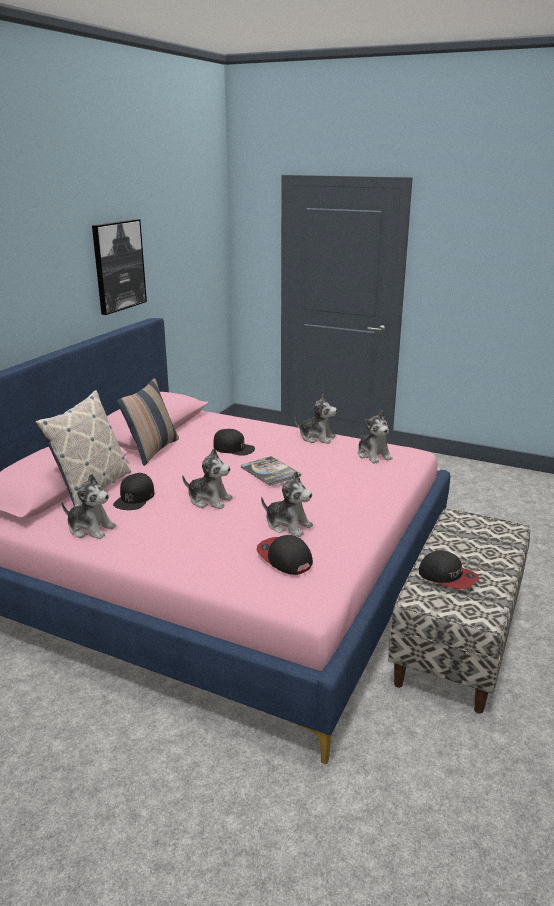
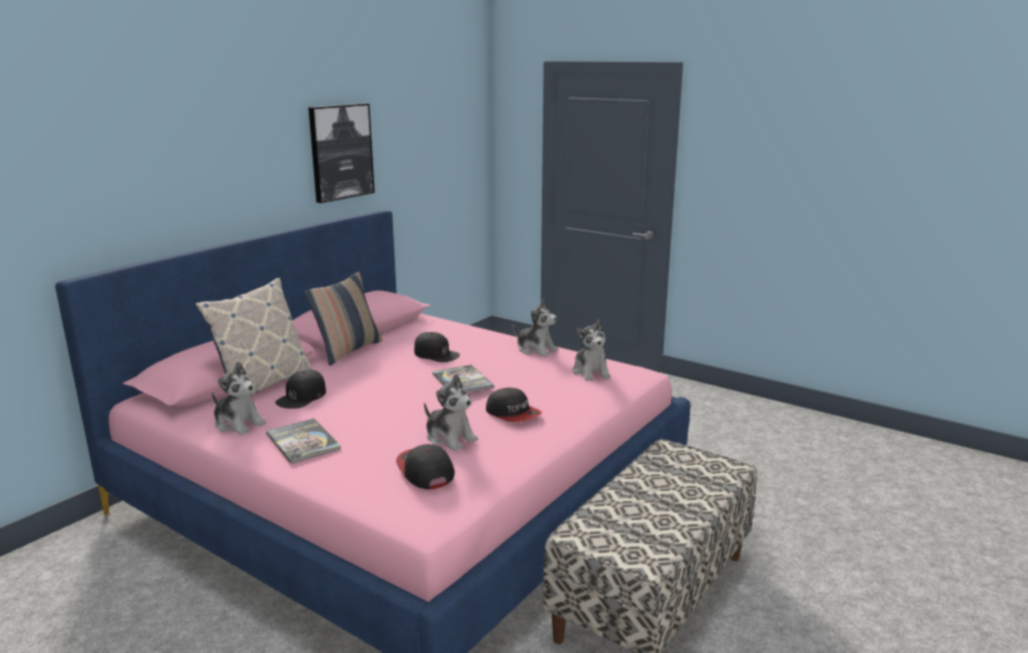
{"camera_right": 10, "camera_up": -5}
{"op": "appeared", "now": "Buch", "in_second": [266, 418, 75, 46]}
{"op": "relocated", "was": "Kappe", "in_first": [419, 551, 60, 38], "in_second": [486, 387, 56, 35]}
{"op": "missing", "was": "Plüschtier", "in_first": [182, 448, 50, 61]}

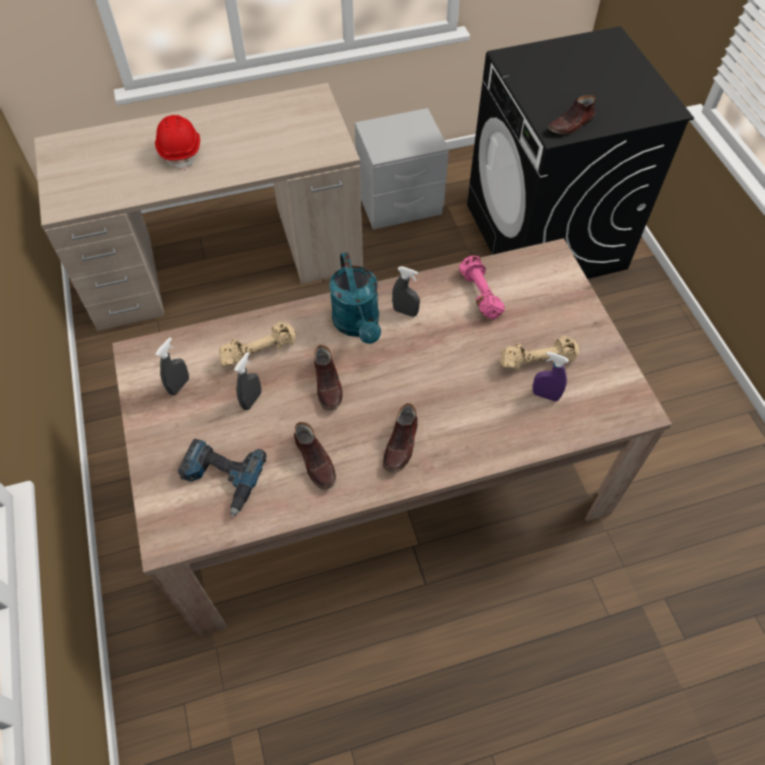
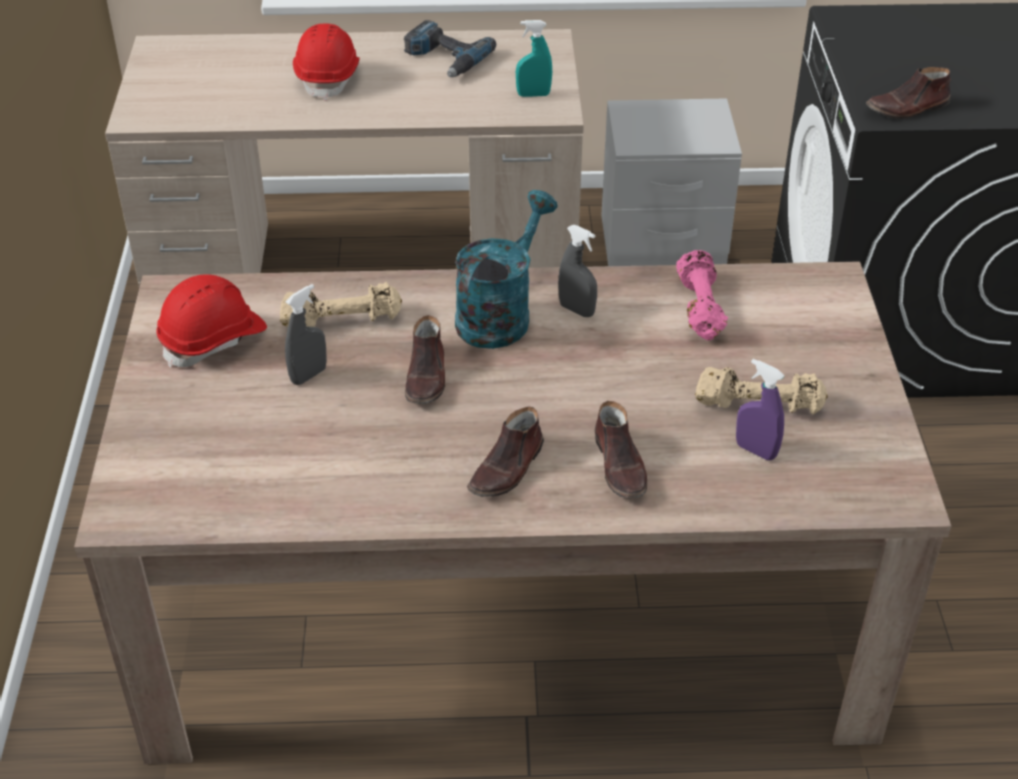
{"camera_right": 15, "camera_up": -15}
{"op": "exchanged", "was": "Sprühflasche/grau", "now": "Schutzhelm/rot", "in_first": [156, 337, 33, 58], "in_second": [156, 274, 111, 94]}
{"op": "relocated", "was": "Bohrmaschine", "in_first": [178, 439, 88, 78], "in_second": [404, 20, 92, 57]}
{"op": "spun", "was": "Gießkanne/türkis", "in_first": [329, 252, 52, 92], "in_second": [455, 190, 103, 159], "clockwise": -150}
{"op": "appeared", "now": "Sprühflasche/türkis", "in_second": [516, 20, 36, 77]}
{"op": "relocated", "was": "Schuh/braun", "in_first": [294, 422, 42, 67], "in_second": [595, 401, 52, 97]}

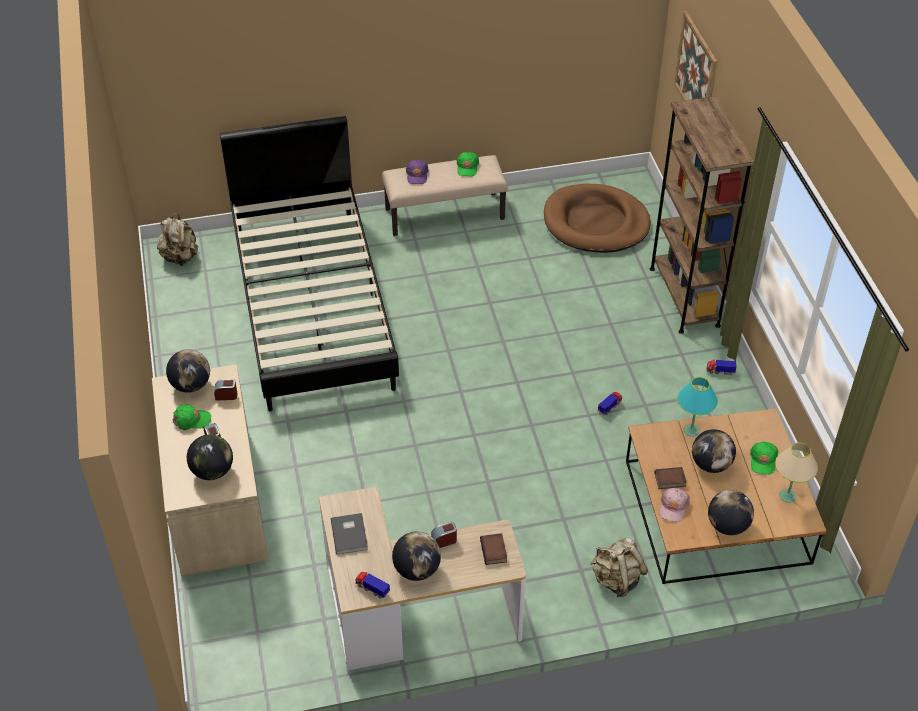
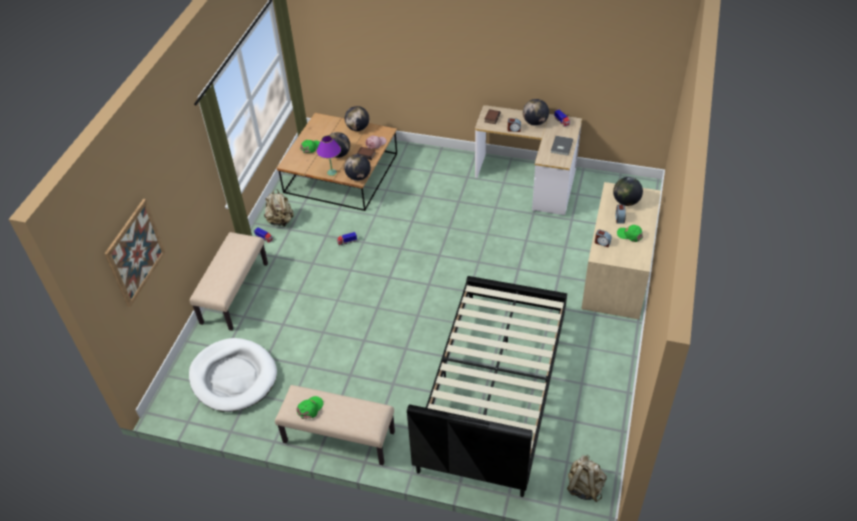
{"camera_right": -150, "camera_up": 0}
{"op": "colour", "was": "Hundebett/braun", "now": "Hundebett/weiß", "in_first": [544, 184, 107, 69], "in_second": [189, 338, 88, 74]}
{"op": "exchanged", "was": "Bücherregal/braun", "now": "Bank/beige", "in_first": [650, 96, 104, 238], "in_second": [190, 232, 78, 99]}
{"op": "relocated", "was": "Rucksack/beige", "in_first": [590, 537, 58, 60], "in_second": [264, 189, 29, 38]}
{"op": "colour", "was": "Tischlampe/türkis", "now": "Tischlampe/lila", "in_first": [677, 377, 41, 60], "in_second": [316, 136, 25, 40]}
{"op": "relocated", "was": "Globus", "in_first": [166, 349, 44, 44], "in_second": [344, 154, 27, 27]}
{"op": "missing", "was": "Kappe/lila", "in_first": [406, 160, 22, 24]}
{"op": "missing", "was": "Tischlampe/beige", "in_first": [775, 443, 43, 60]}

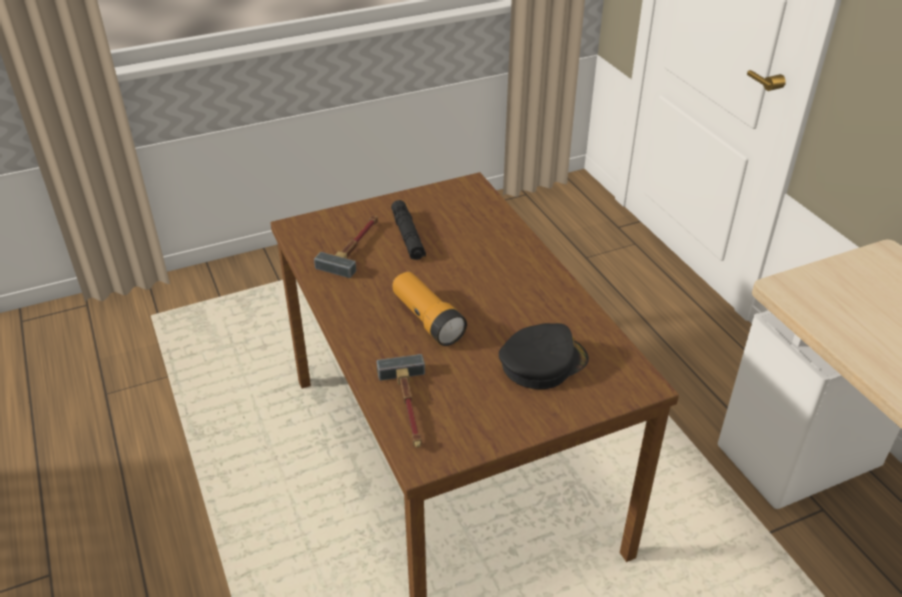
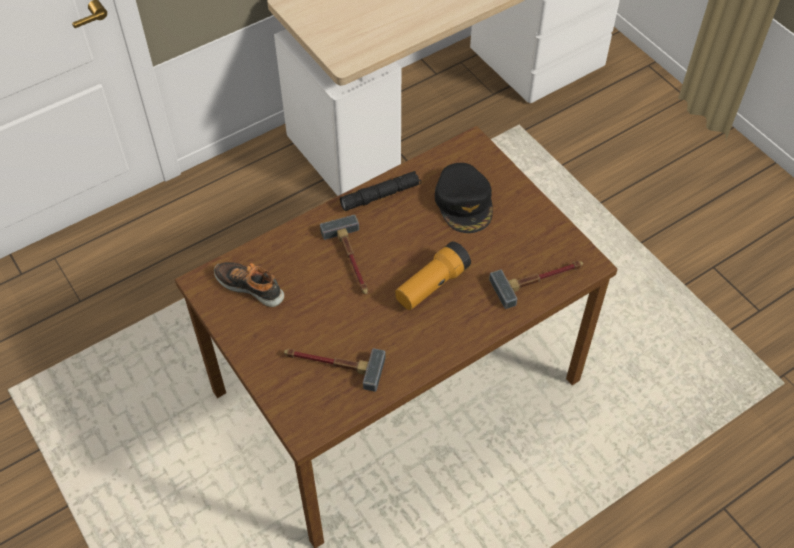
{"camera_right": -100, "camera_up": 15}
{"op": "appeared", "now": "Schuh", "in_second": [214, 262, 71, 45]}
{"op": "appeared", "now": "Hammer", "in_second": [320, 215, 48, 79]}
{"op": "relocated", "was": "Taschenlampe/schwarz", "in_first": [391, 200, 35, 60], "in_second": [340, 171, 81, 40]}
{"op": "spun", "was": "Kappe/schwarz", "in_first": [499, 323, 90, 66], "in_second": [435, 163, 58, 70], "clockwise": -150}

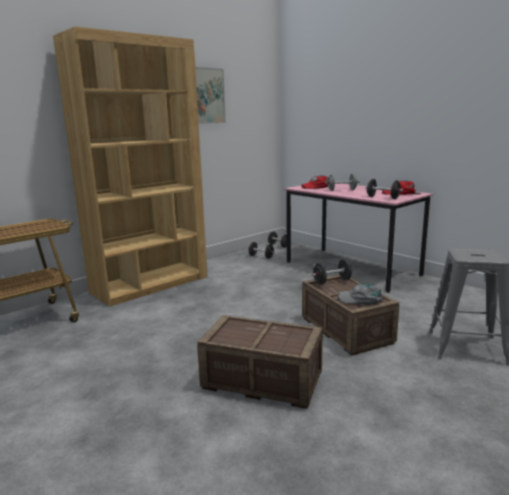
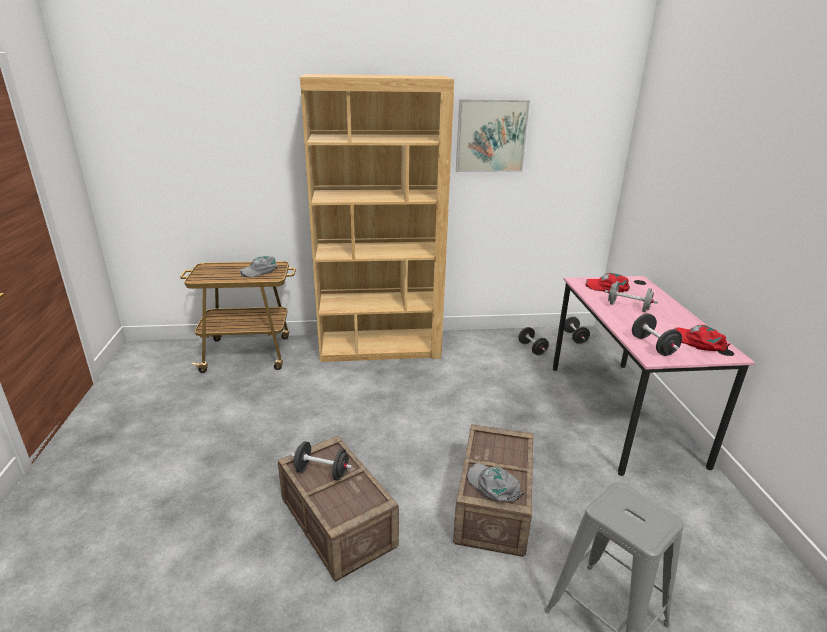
{"camera_right": 35, "camera_up": 10}
{"op": "appeared", "now": "Kappe/grau", "in_second": [239, 256, 39, 21]}
{"op": "relocated", "was": "Hantel/schwarz", "in_first": [312, 259, 41, 26], "in_second": [291, 441, 61, 40]}

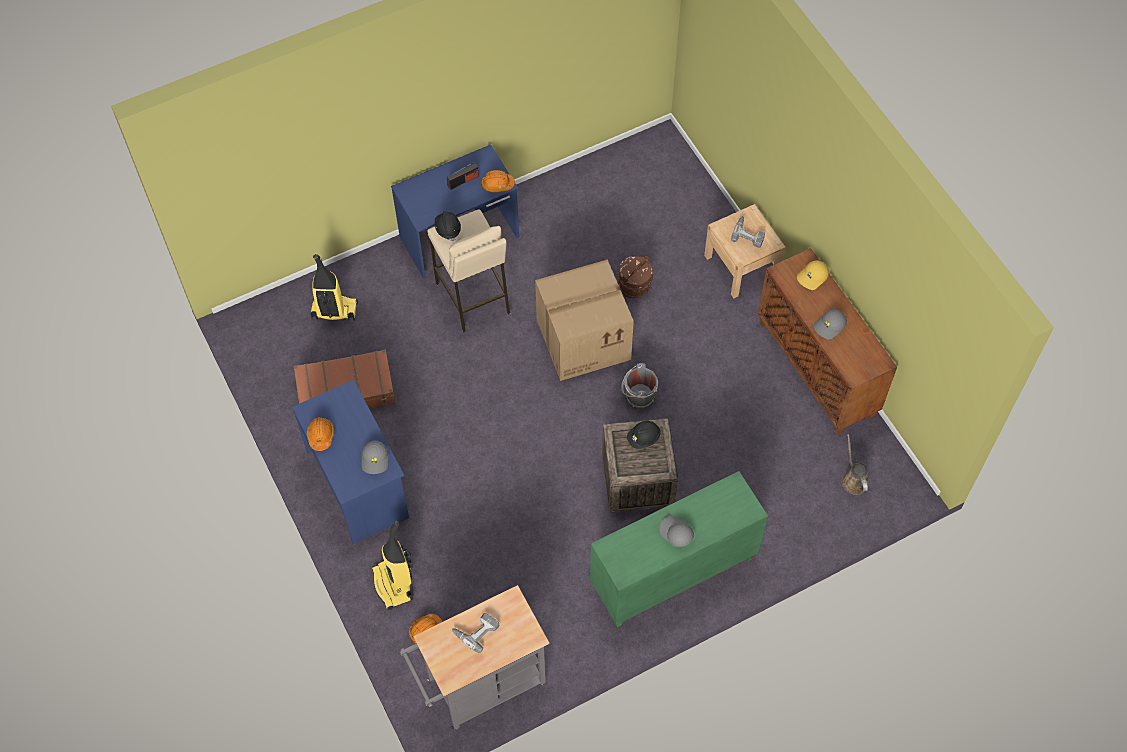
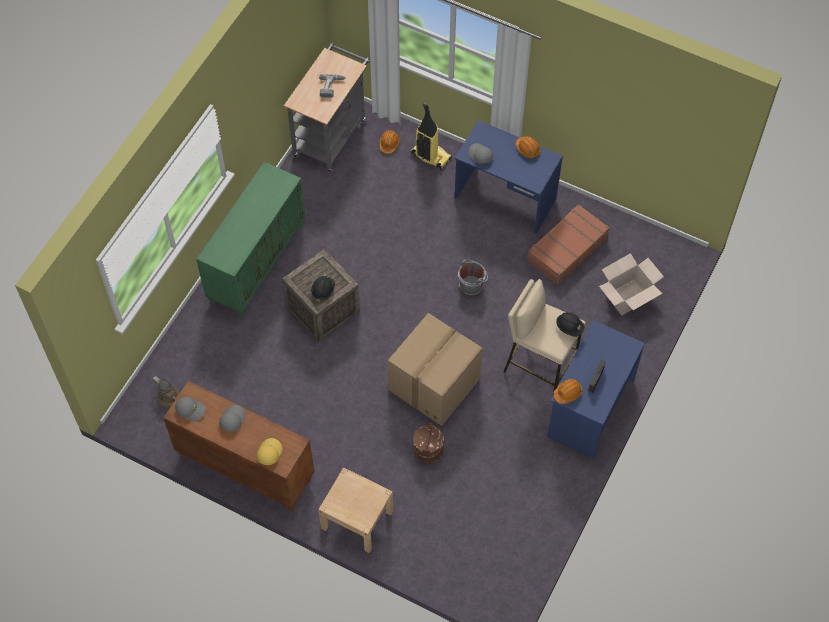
{"camera_right": 145, "camera_up": 0}
{"op": "relocated", "was": "Kappe/grau", "in_first": [660, 516, 34, 31], "in_second": [175, 397, 31, 25]}
{"op": "relocated", "was": "Eimer/grau", "in_first": [621, 363, 37, 45], "in_second": [457, 259, 31, 36]}
{"op": "exchanged", "was": "Staubsauger", "now": "Karton", "in_first": [310, 254, 48, 67], "in_second": [599, 253, 65, 62]}
{"op": "missing", "was": "Bohrmaschine", "in_first": [731, 216, 34, 32]}

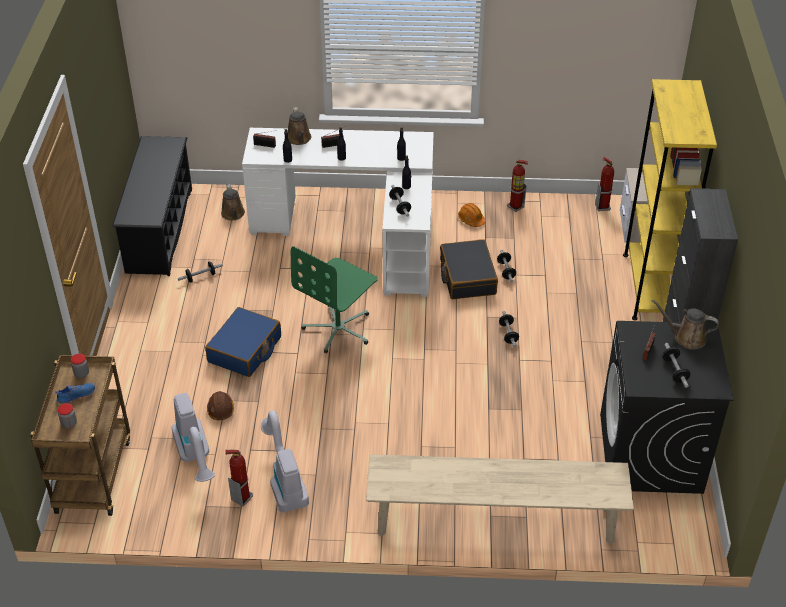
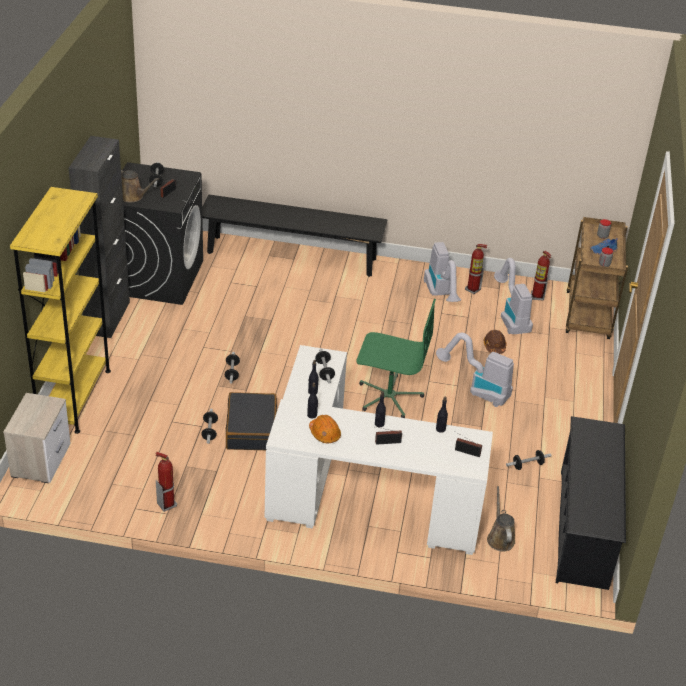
{"camera_right": -175, "camera_up": -5}
{"op": "colour", "was": "Bank/beige", "now": "Bank/schwarz", "in_first": [366, 454, 268, 91], "in_second": [202, 194, 185, 83]}
{"op": "relocated", "was": "Schutzhelm/orange", "in_first": [458, 203, 28, 24], "in_second": [309, 415, 32, 28]}
{"op": "spun", "was": "Bürostuhl/grün", "in_first": [291, 246, 87, 108], "in_second": [356, 299, 80, 119], "clockwise": 60}
{"op": "exchanged", "was": "Koffer/blau", "now": "Staubsauger", "in_first": [205, 307, 76, 70], "in_second": [436, 333, 78, 74]}
{"op": "relocated", "was": "Feuerlöscher", "in_first": [595, 157, 19, 54], "in_second": [531, 251, 21, 49]}
{"op": "missing", "was": "Gießkanne/braun", "in_first": [288, 107, 24, 38]}

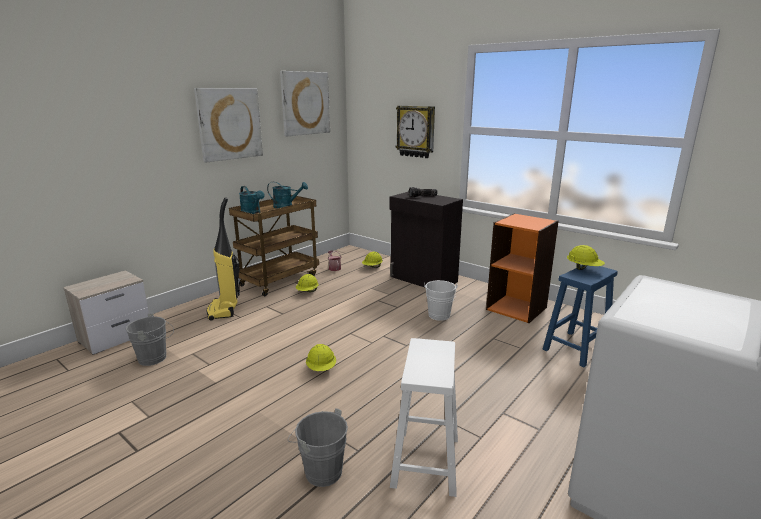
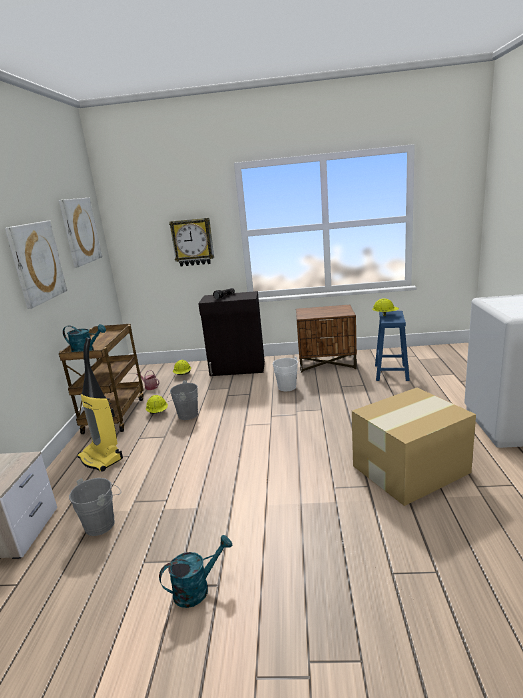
{"camera_right": -35, "camera_up": 0}
{"op": "relocated", "was": "Gießkanne/türkis", "in_first": [267, 182, 41, 26], "in_second": [159, 535, 73, 73]}
{"op": "relocated", "was": "Eimer/grau", "in_first": [288, 408, 60, 79], "in_second": [166, 380, 32, 40]}
{"op": "exchanged", "was": "Bücherregal/orange", "now": "Nachttisch/braun", "in_first": [486, 213, 73, 110], "in_second": [296, 305, 61, 68]}
{"op": "exchanged", "was": "Hocker/weiß", "now": "Karton", "in_first": [390, 338, 68, 159], "in_second": [352, 388, 124, 118]}
{"op": "missing", "was": "Schutzhelm/gelb", "in_first": [306, 344, 30, 27]}

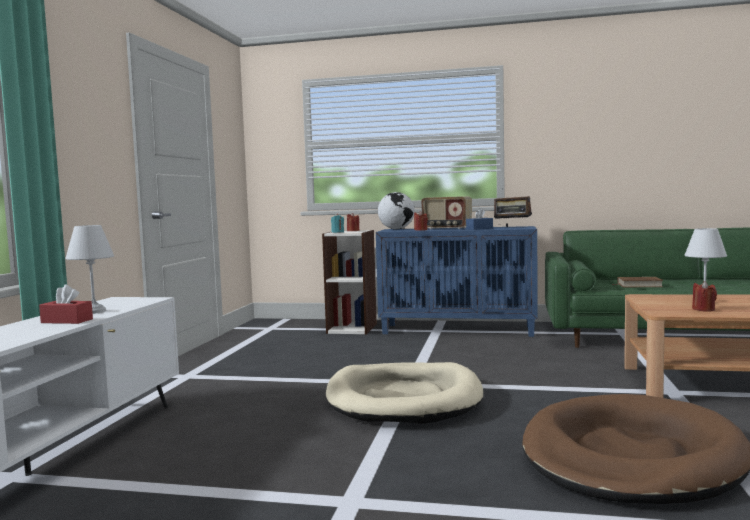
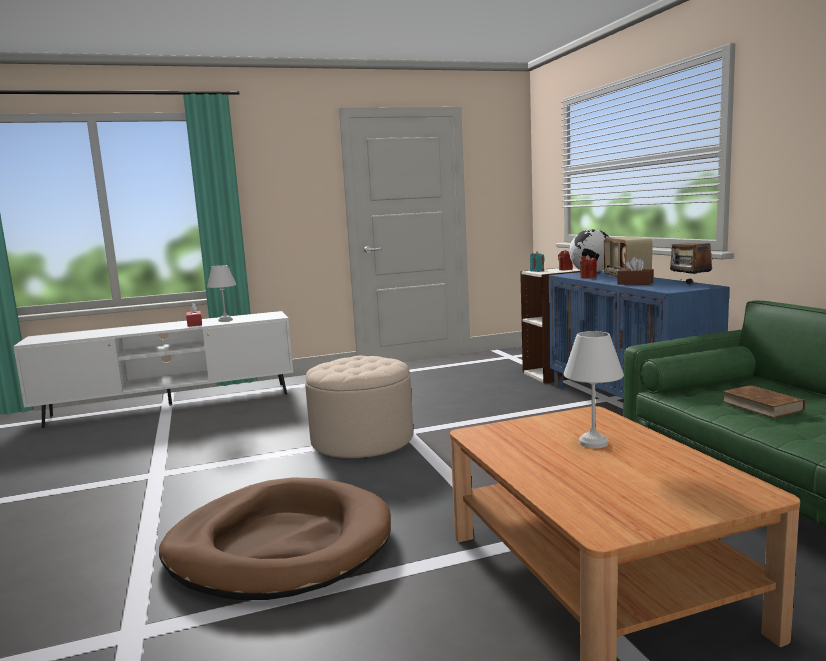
{"camera_right": 60, "camera_up": 5}
{"op": "exchanged", "was": "Hundebett/beige", "now": "Polsterhocker/beige", "in_first": [326, 362, 157, 62], "in_second": [305, 356, 108, 102]}
{"op": "colour", "was": "Taschentuchbox/blau", "now": "Taschentuchbox/braun", "in_first": [466, 208, 27, 22], "in_second": [617, 257, 37, 28]}
{"op": "missing", "was": "Kerze/rot", "in_first": [692, 281, 25, 31]}

